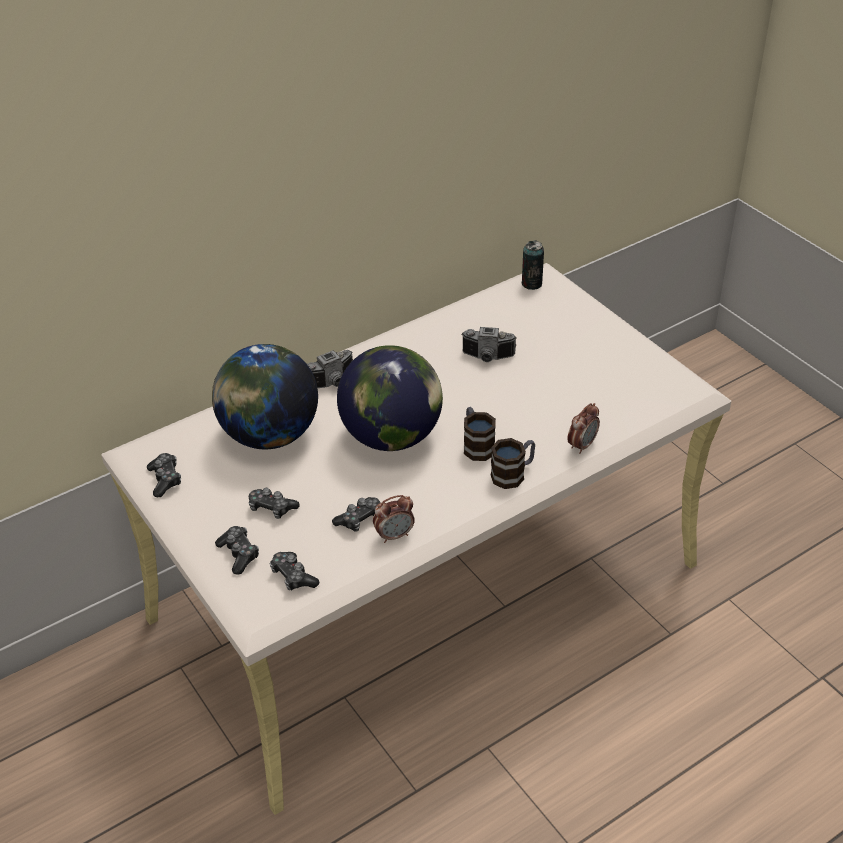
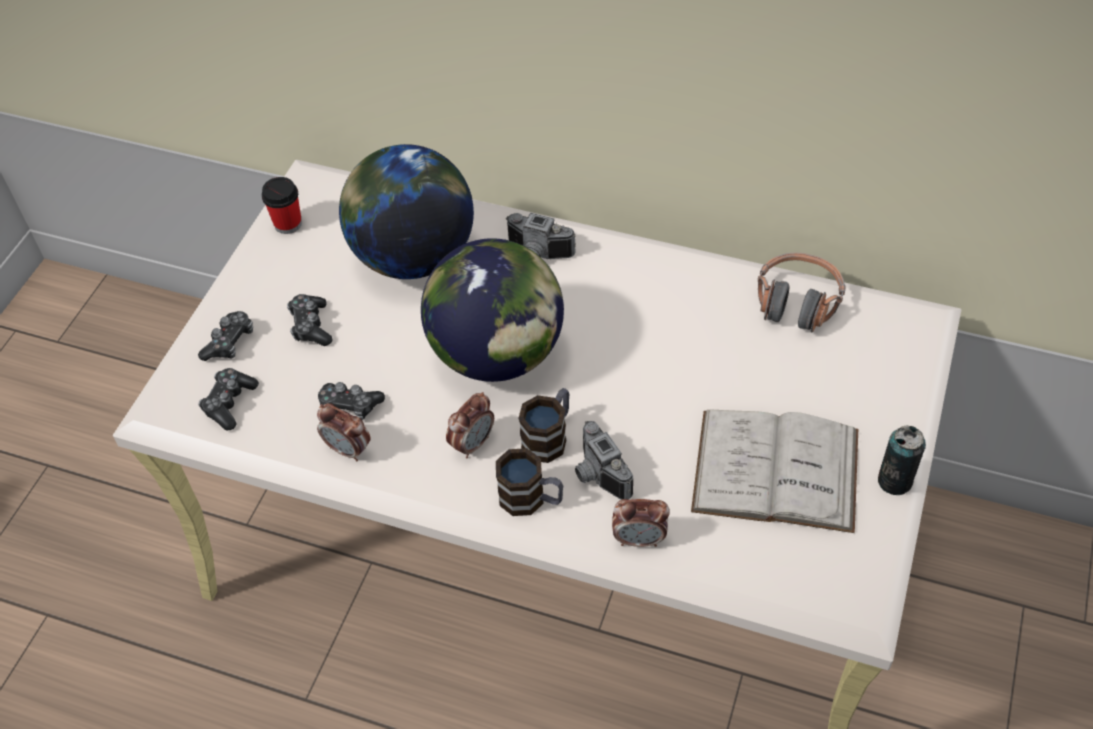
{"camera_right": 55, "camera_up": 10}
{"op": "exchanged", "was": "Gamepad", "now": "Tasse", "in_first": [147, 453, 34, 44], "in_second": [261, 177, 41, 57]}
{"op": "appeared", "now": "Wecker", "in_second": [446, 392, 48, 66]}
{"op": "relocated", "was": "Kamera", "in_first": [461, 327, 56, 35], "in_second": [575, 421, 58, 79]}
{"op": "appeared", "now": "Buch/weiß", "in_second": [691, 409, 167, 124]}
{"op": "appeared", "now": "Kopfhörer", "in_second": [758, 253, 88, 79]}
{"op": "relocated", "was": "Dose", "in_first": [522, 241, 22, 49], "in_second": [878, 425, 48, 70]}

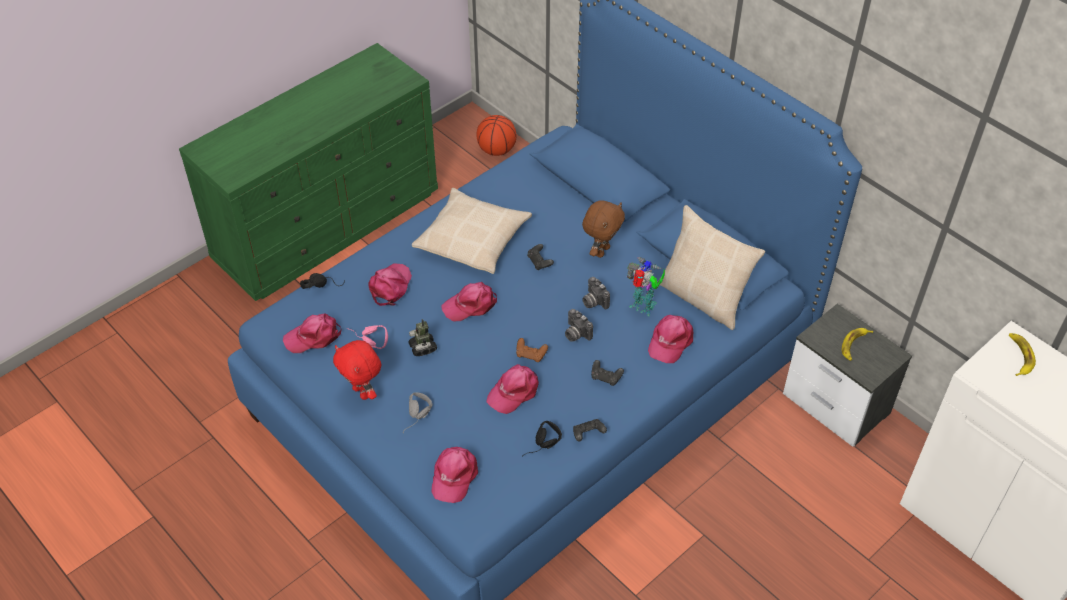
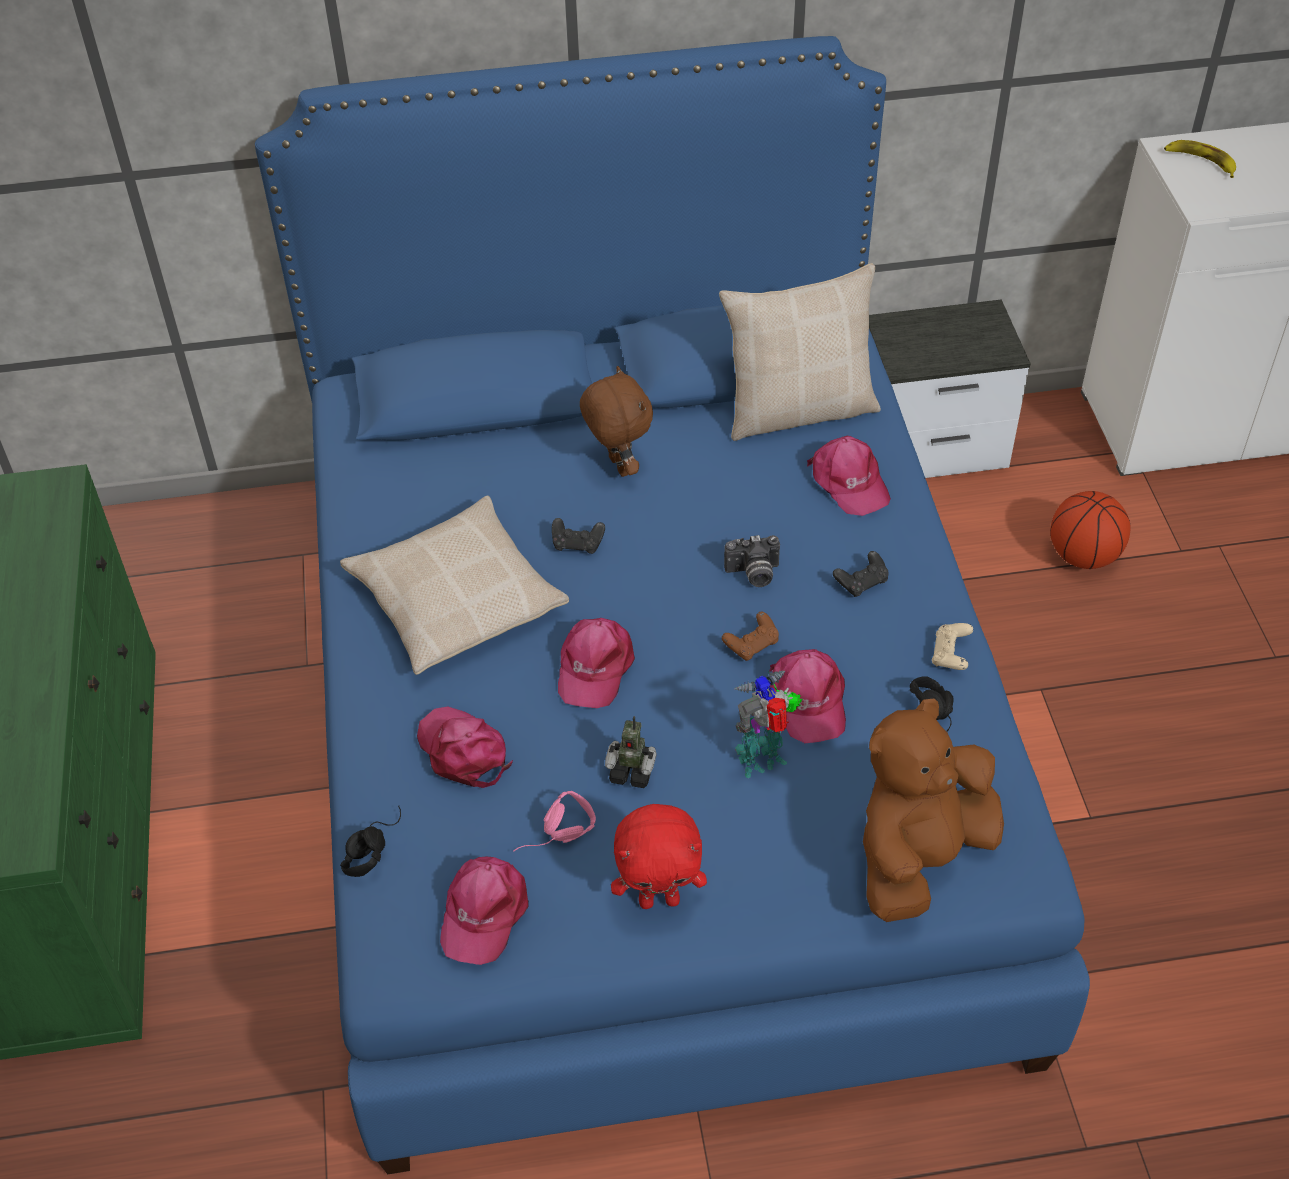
{"camera_right": -55, "camera_up": 0}
{"op": "relocated", "was": "Spielzeugroboter", "in_first": [627, 257, 38, 60], "in_second": [734, 671, 68, 107]}
{"op": "exchanged", "was": "Kappe/rosa", "now": "Plüschtier/braun", "in_first": [431, 447, 47, 56], "in_second": [863, 699, 141, 223]}
{"op": "colour", "was": "Gamepad/schwarz", "now": "Gamepad/beige", "in_first": [573, 419, 34, 22], "in_second": [932, 623, 41, 47]}
{"op": "relocated", "was": "Basketball", "in_first": [477, 115, 39, 41], "in_second": [1050, 491, 81, 78]}
{"op": "missing", "was": "Kopfhörer/grau", "in_first": [403, 392, 30, 40]}
{"op": "missing", "was": "Kamera", "in_first": [582, 277, 28, 32]}
{"op": "missing", "was": "Banane", "in_first": [842, 328, 31, 33]}

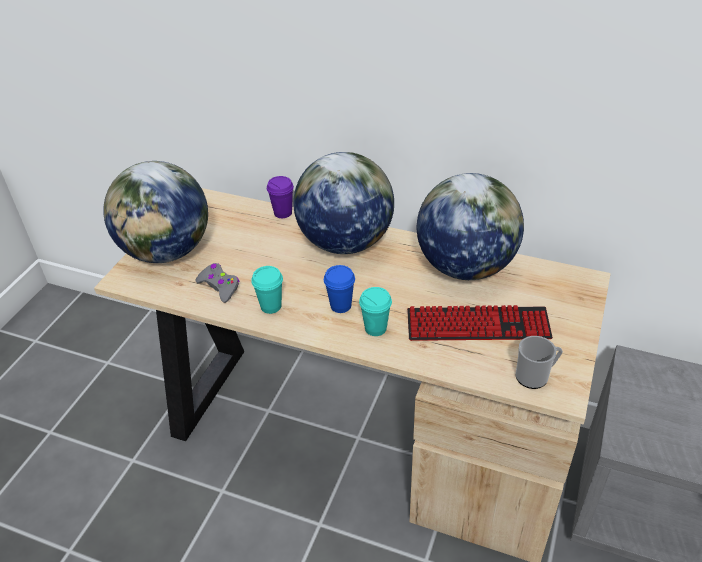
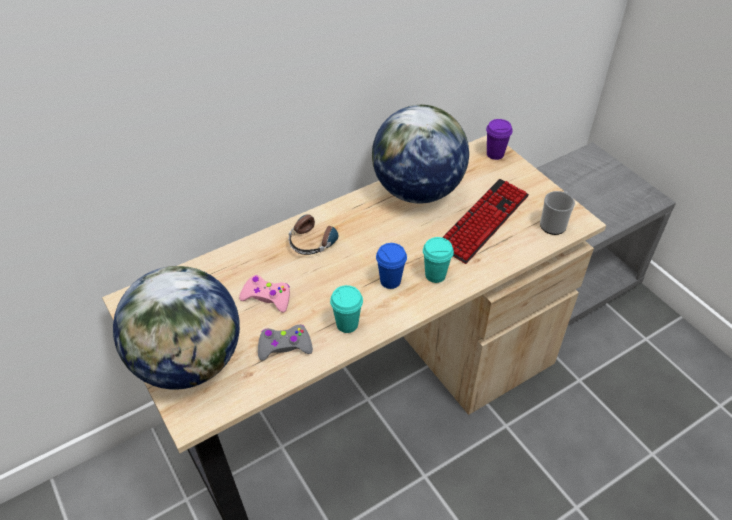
{"camera_right": -55, "camera_up": 5}
{"op": "appeared", "now": "Gamepad/rosa", "in_second": [239, 275, 51, 38]}
{"op": "exchanged", "was": "Globus", "now": "Kopfhörer", "in_first": [293, 152, 101, 102], "in_second": [289, 214, 54, 41]}
{"op": "relocated", "was": "Tasse/lila", "in_first": [267, 176, 27, 42], "in_second": [486, 119, 26, 41]}

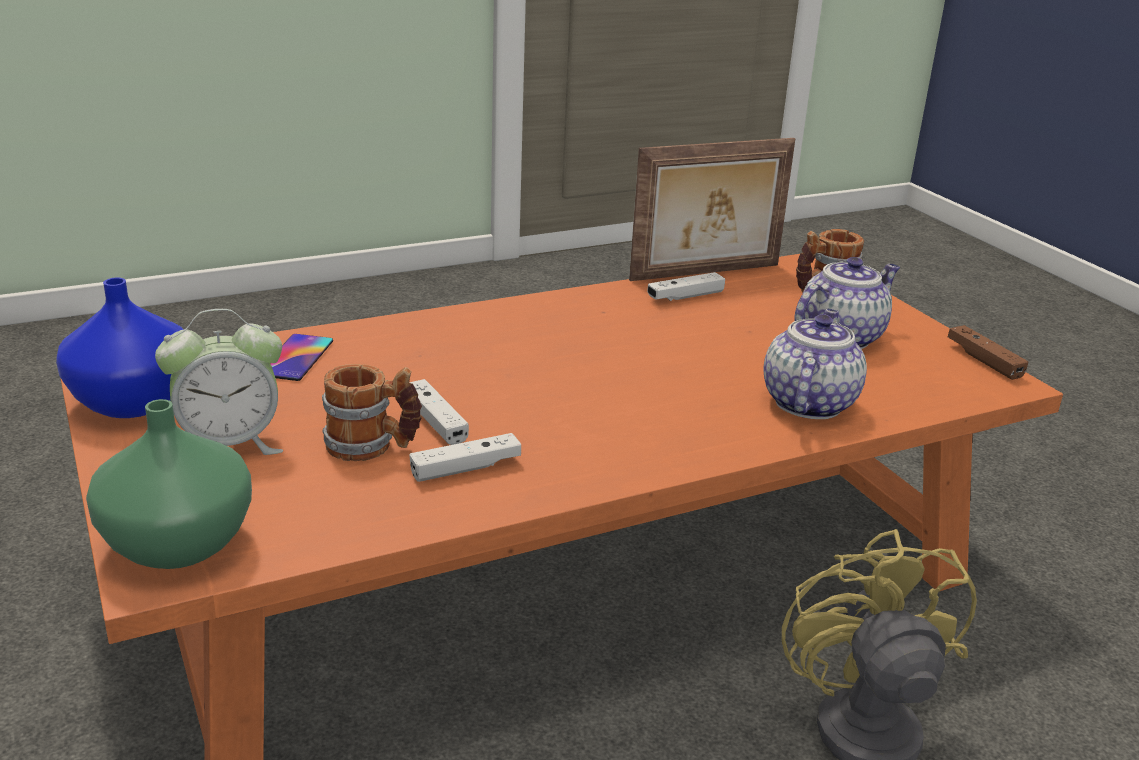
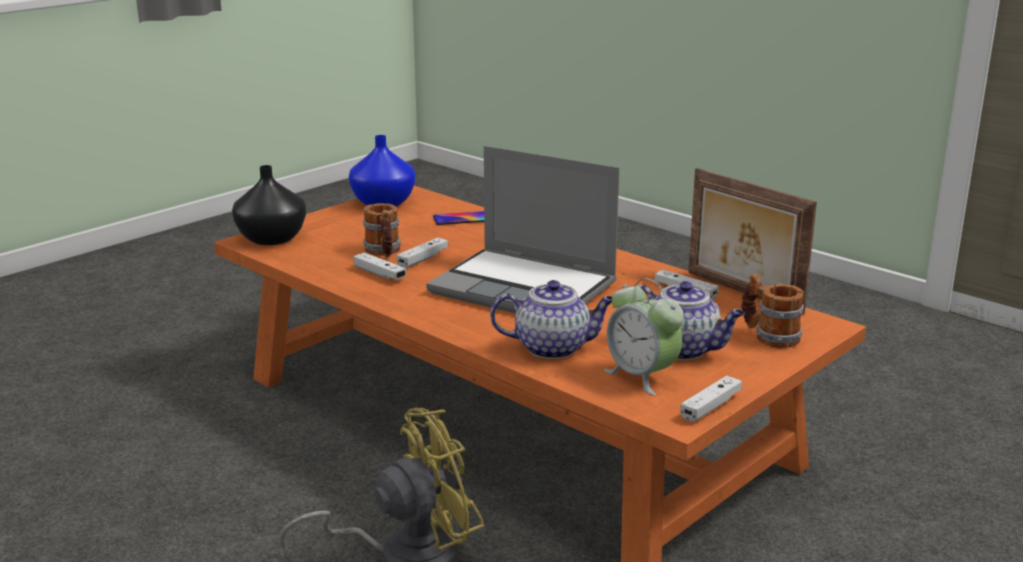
{"camera_right": 70, "camera_up": -5}
{"op": "colour", "was": "Vase/grün", "now": "Vase/schwarz", "in_first": [86, 399, 166, 170], "in_second": [232, 165, 74, 80]}
{"op": "appeared", "now": "Laptop", "in_second": [426, 146, 194, 167]}
{"op": "relocated", "was": "Wecker", "in_first": [155, 309, 128, 146], "in_second": [604, 278, 80, 117]}
{"op": "colour", "was": "Gamepad/braun", "now": "Gamepad/weiß", "in_first": [948, 325, 80, 55], "in_second": [680, 376, 62, 46]}

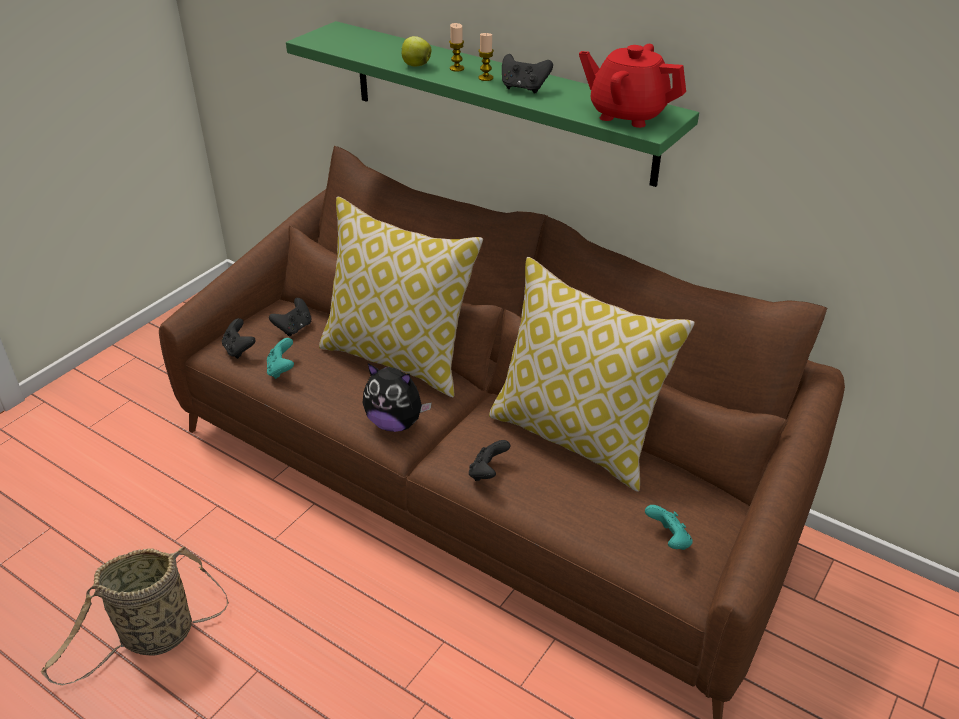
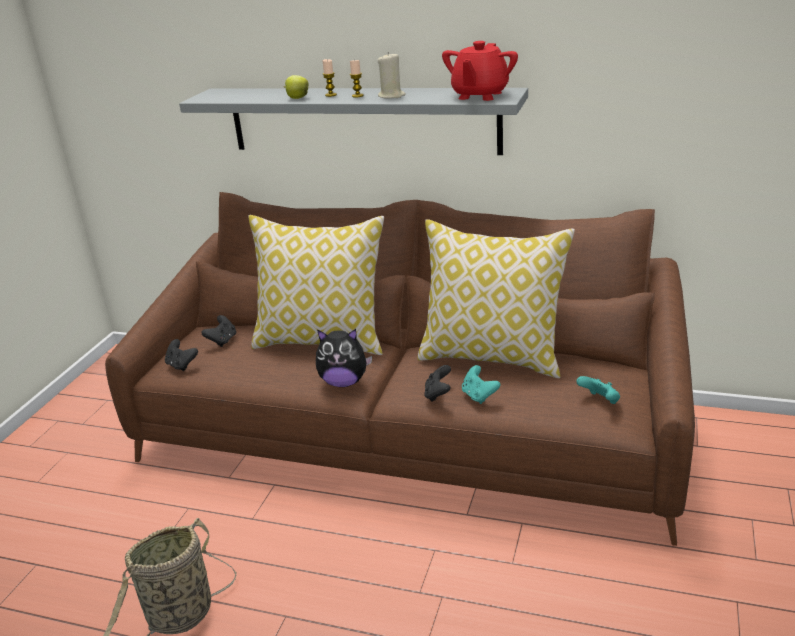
{"camera_right": -15, "camera_up": -10}
{"op": "colour", "was": "Wandregal/grün", "now": "Wandregal/grau", "in_first": [286, 21, 413, 166], "in_second": [179, 88, 349, 67]}
{"op": "exchanged", "was": "Gamepad/schwarz", "now": "Kerze/beige", "in_first": [502, 54, 51, 40], "in_second": [377, 52, 29, 46]}
{"op": "spun", "was": "Teekanne/rot", "in_first": [579, 44, 107, 84], "in_second": [442, 41, 76, 60], "clockwise": -75}
{"op": "relocated", "was": "Gamepad/türkis", "in_first": [267, 338, 27, 41], "in_second": [462, 365, 38, 39]}

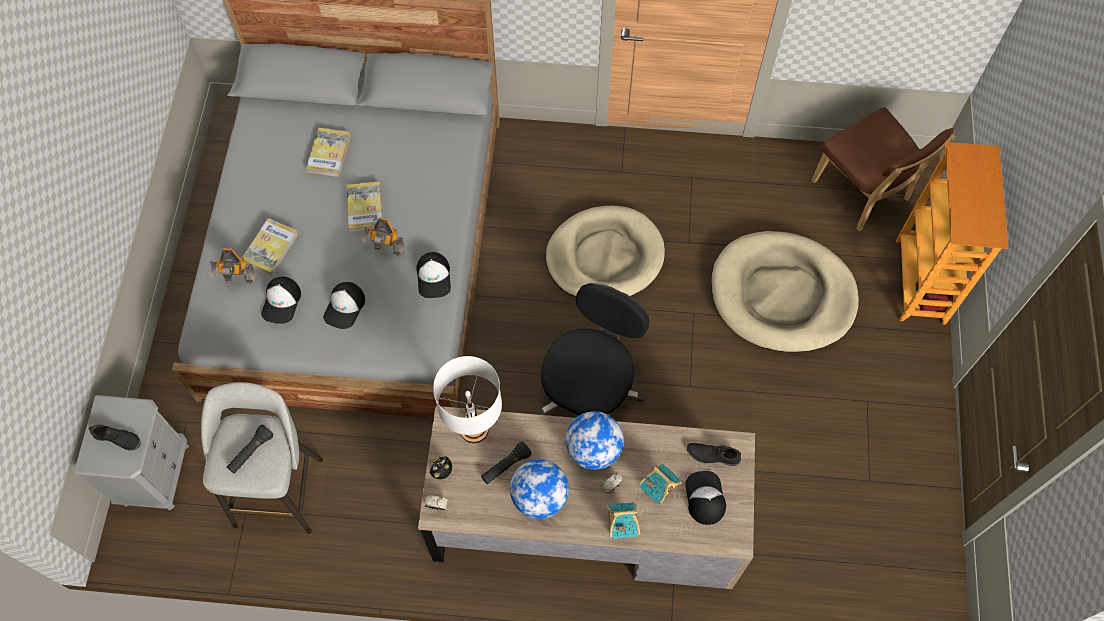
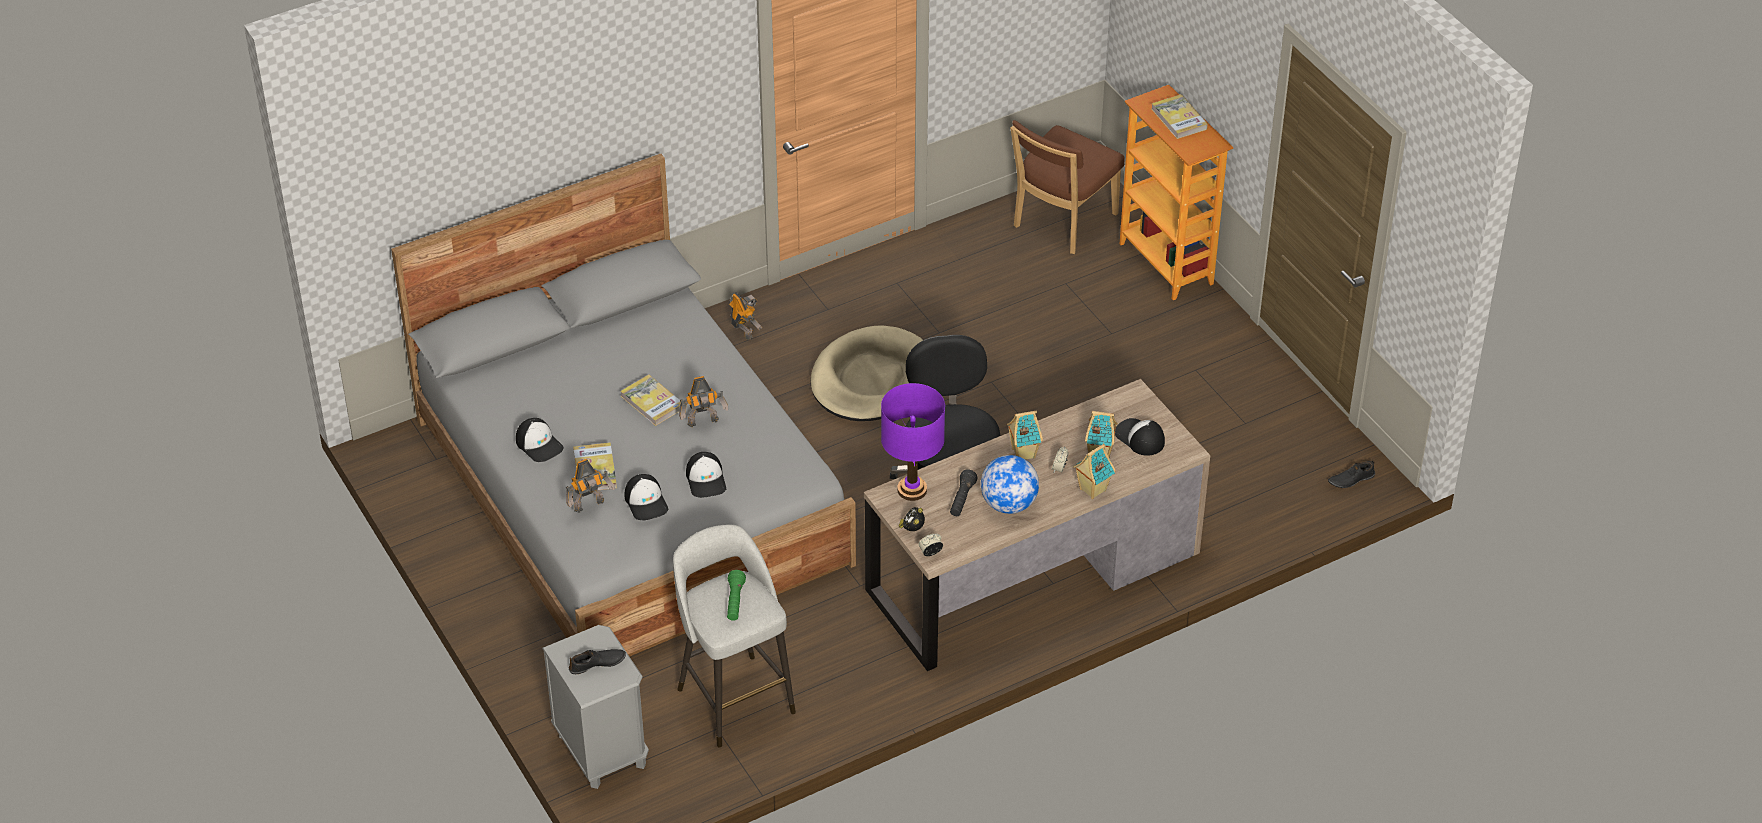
{"camera_right": -35, "camera_up": -20}
{"op": "relocated", "was": "Kappe", "in_first": [417, 252, 34, 46], "in_second": [516, 418, 48, 44]}
{"op": "colour", "was": "Taschenlampe/schwarz", "now": "Taschenlampe/grün", "in_first": [227, 425, 47, 49], "in_second": [727, 570, 19, 51]}
{"op": "appeared", "now": "Spielzeugroboter", "in_second": [729, 292, 33, 48]}
{"op": "colour", "was": "Tischlampe/weiß", "now": "Tischlampe/lila", "in_first": [433, 356, 69, 87], "in_second": [881, 383, 64, 118]}
{"op": "exchanged", "was": "Globus", "now": "Spielzeughaus", "in_first": [565, 411, 58, 59], "in_second": [1007, 411, 36, 48]}
{"op": "spun", "was": "Stuhl/braun", "in_first": [811, 108, 144, 123], "in_second": [1010, 120, 114, 134], "clockwise": 105}
{"op": "relocated", "was": "Buch", "in_first": [306, 128, 45, 49], "in_second": [1152, 94, 56, 45]}
{"op": "relocated", "was": "Schuh/schwarz", "in_first": [687, 443, 54, 23], "in_second": [1328, 460, 47, 28]}
{"op": "missing", "was": "Hundebett/beige", "in_first": [711, 231, 148, 122]}

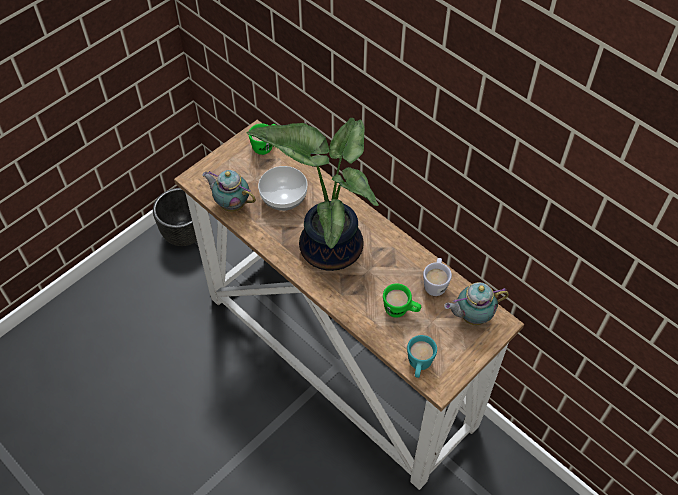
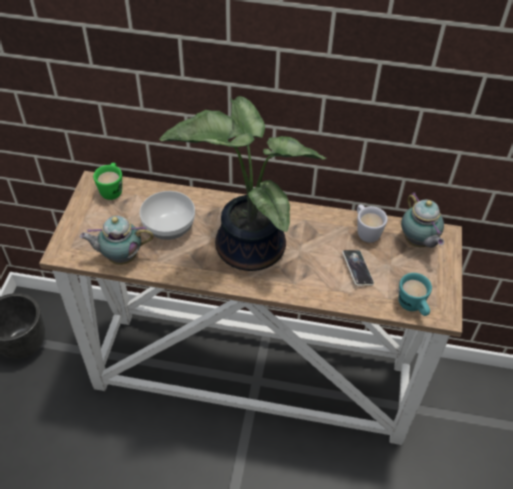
{"camera_right": -35, "camera_up": -5}
{"op": "exchanged", "was": "Henkelbecher/grün", "now": "Handy", "in_first": [383, 283, 38, 35], "in_second": [342, 250, 32, 36]}
{"op": "spun", "was": "Teekanne", "in_first": [444, 282, 65, 43], "in_second": [401, 192, 43, 56], "clockwise": -60}

